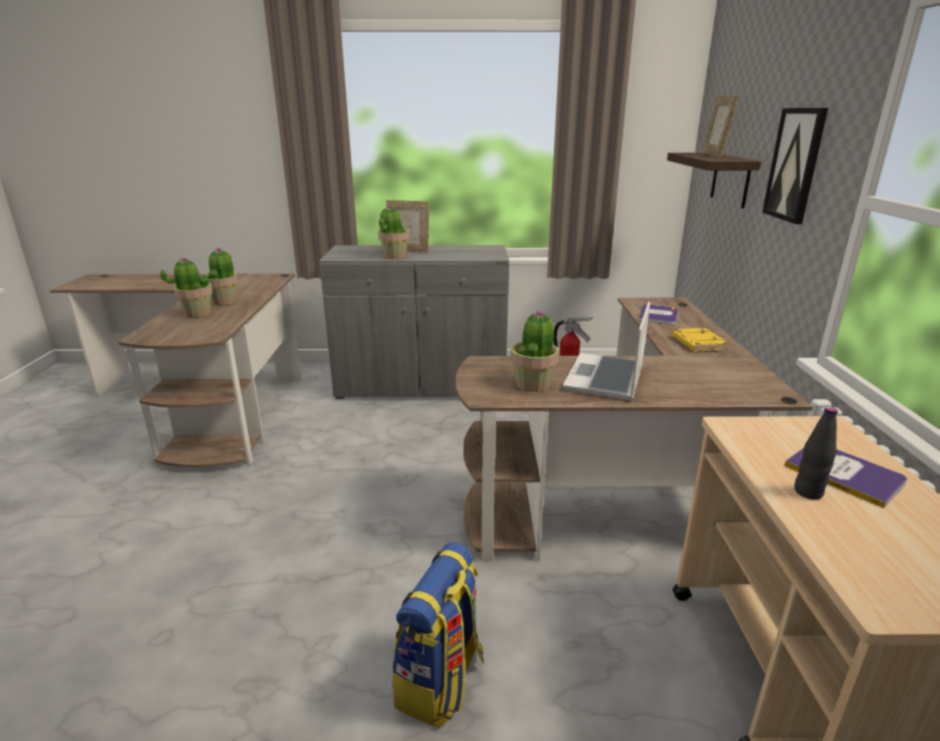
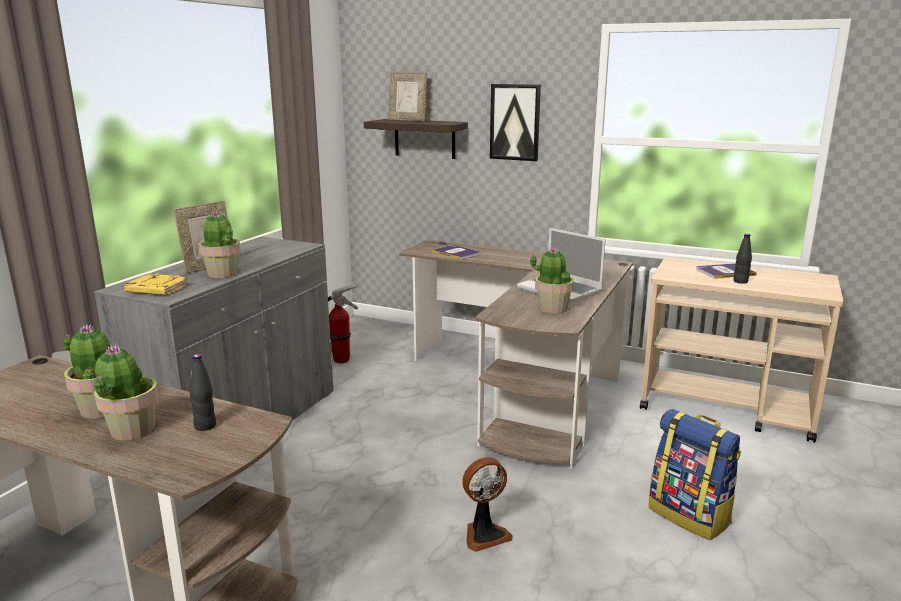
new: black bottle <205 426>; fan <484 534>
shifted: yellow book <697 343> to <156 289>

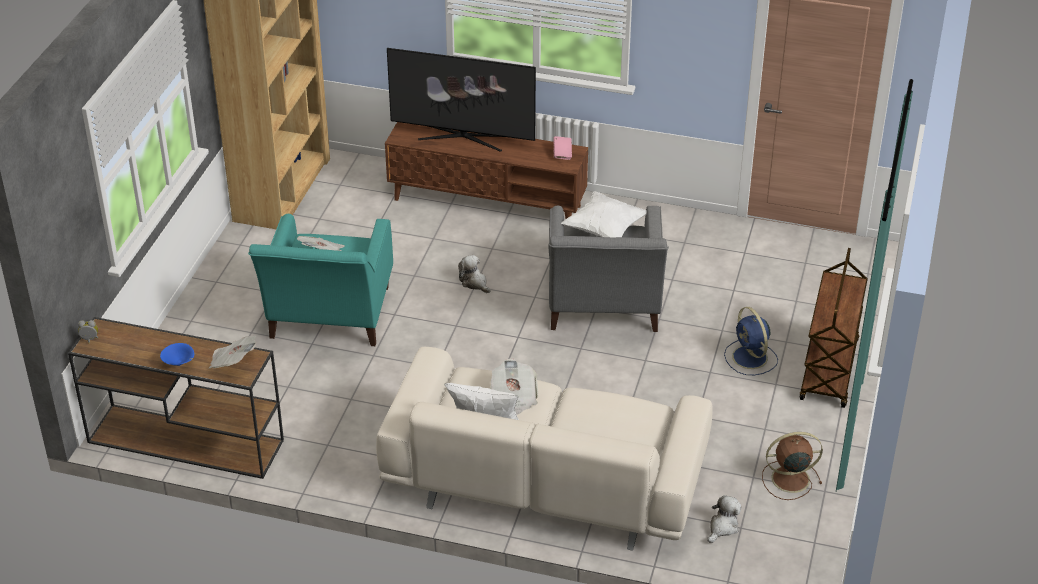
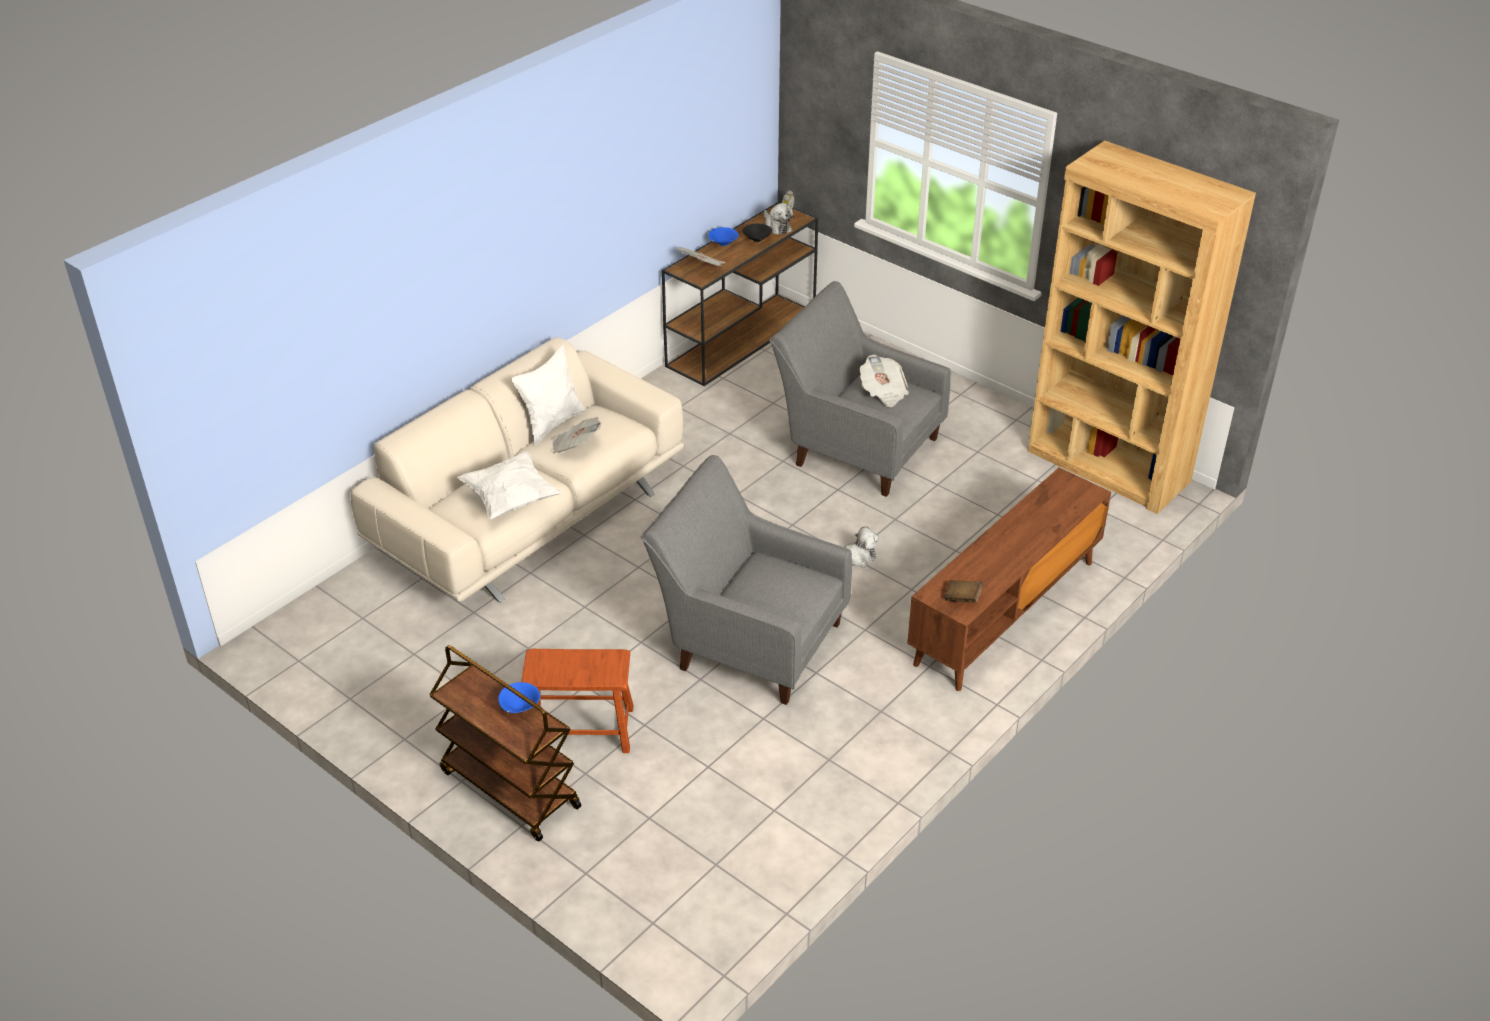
gone: television <462 137>; brown fan <788 479>
new: black bowl <757 241>; blue bowl <519 708>
shifted: white pillow <604 229> to <511 499>; plush toy <722 527> to <777 226>
swapped: blue fan <750 358> to brown stool <581 728>
repainted: pink book <562 153> to brown book <962 598>; turquoise armchair <329 319> to grey armchair <857 447>

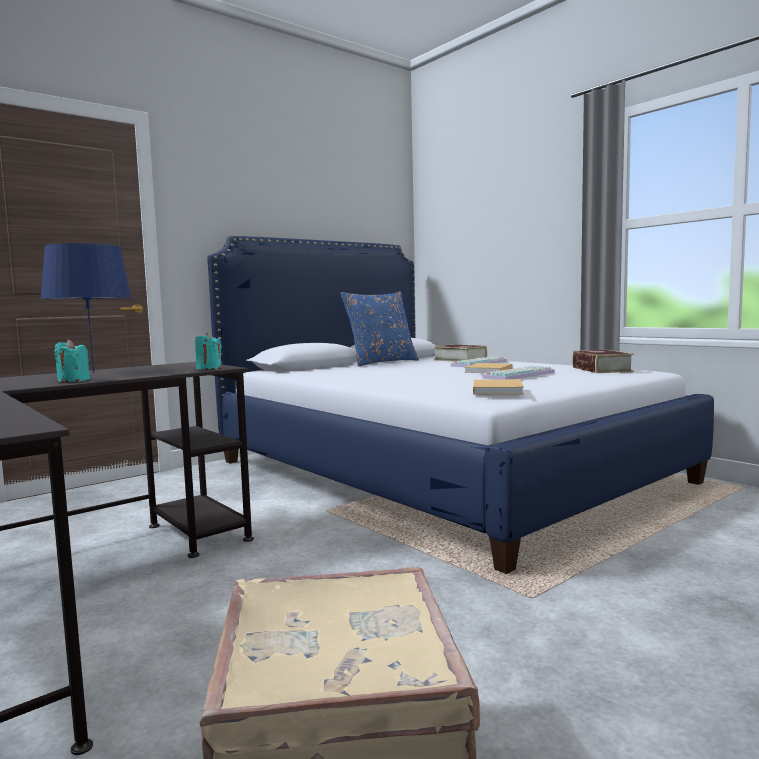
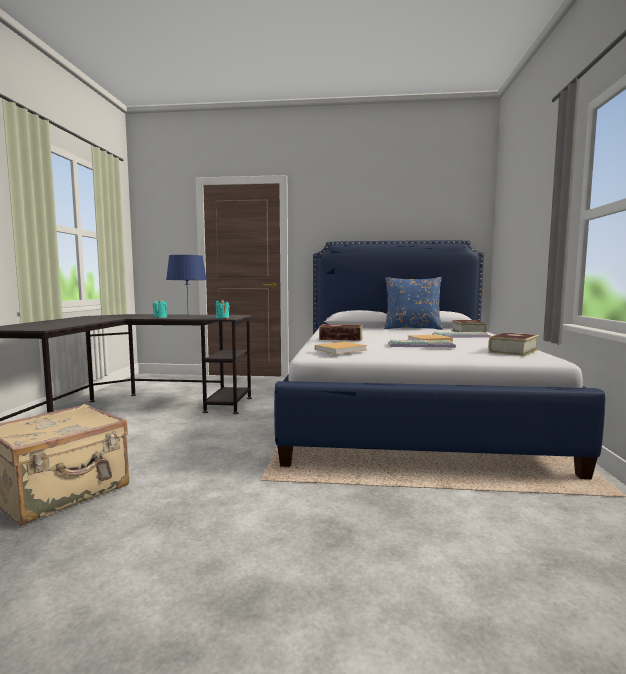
new: book <341 338>

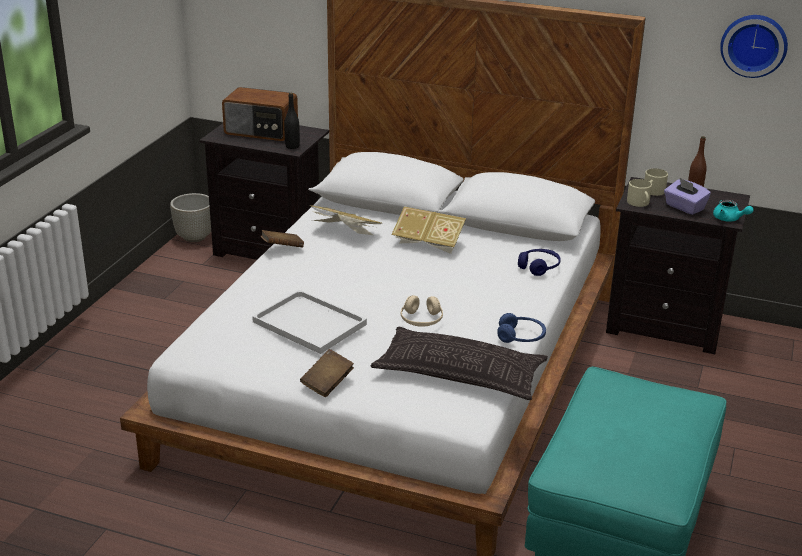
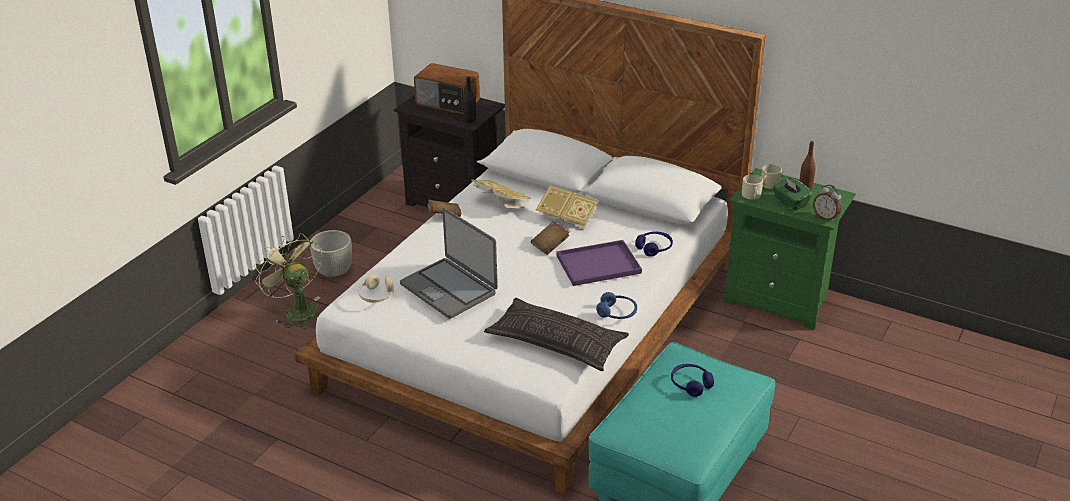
gone: wall clock <754 44>
new: green fan <296 310>; purple tray <597 265>; blue headphones <691 384>
shifted: grey planter <195 237> to <334 272>; beige headphones <421 320> to <377 296>; brown book <327 383> to <550 245>
swapped: turquoise teapot <729 219> to alarm clock <825 217>; white tray <311 323> to laptop <449 288>
repainted: black nightstand <666 325> to green nightstand <780 299>; purple tissue box <684 207> to green tissue box <790 203>

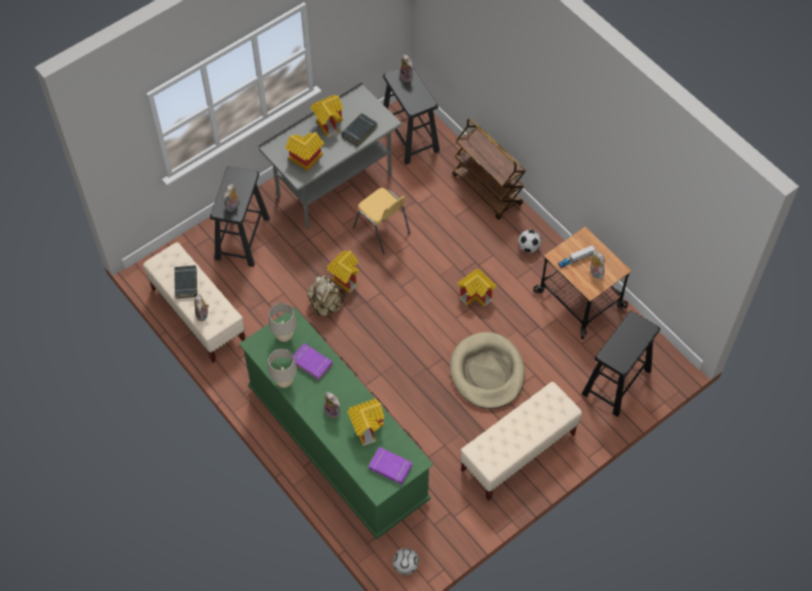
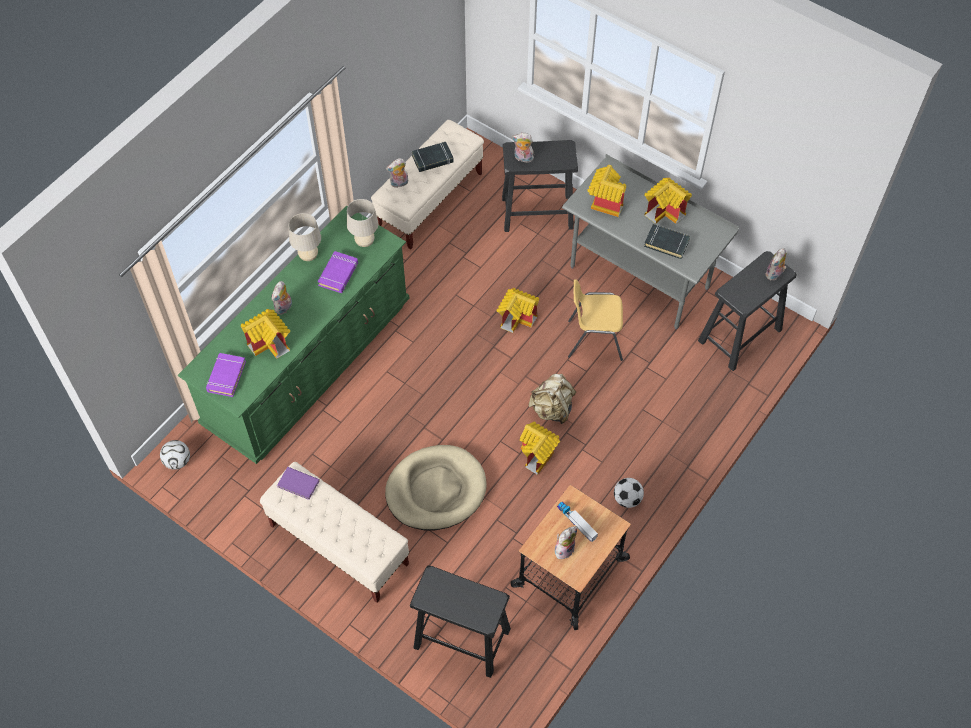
gone: brown cart <487 190>
new: purple book <298 484>
shifted: beige backpack <326 305> to <552 409>
rotated: yellow chair <382 231> = <594 339> 60 degrees clockwise

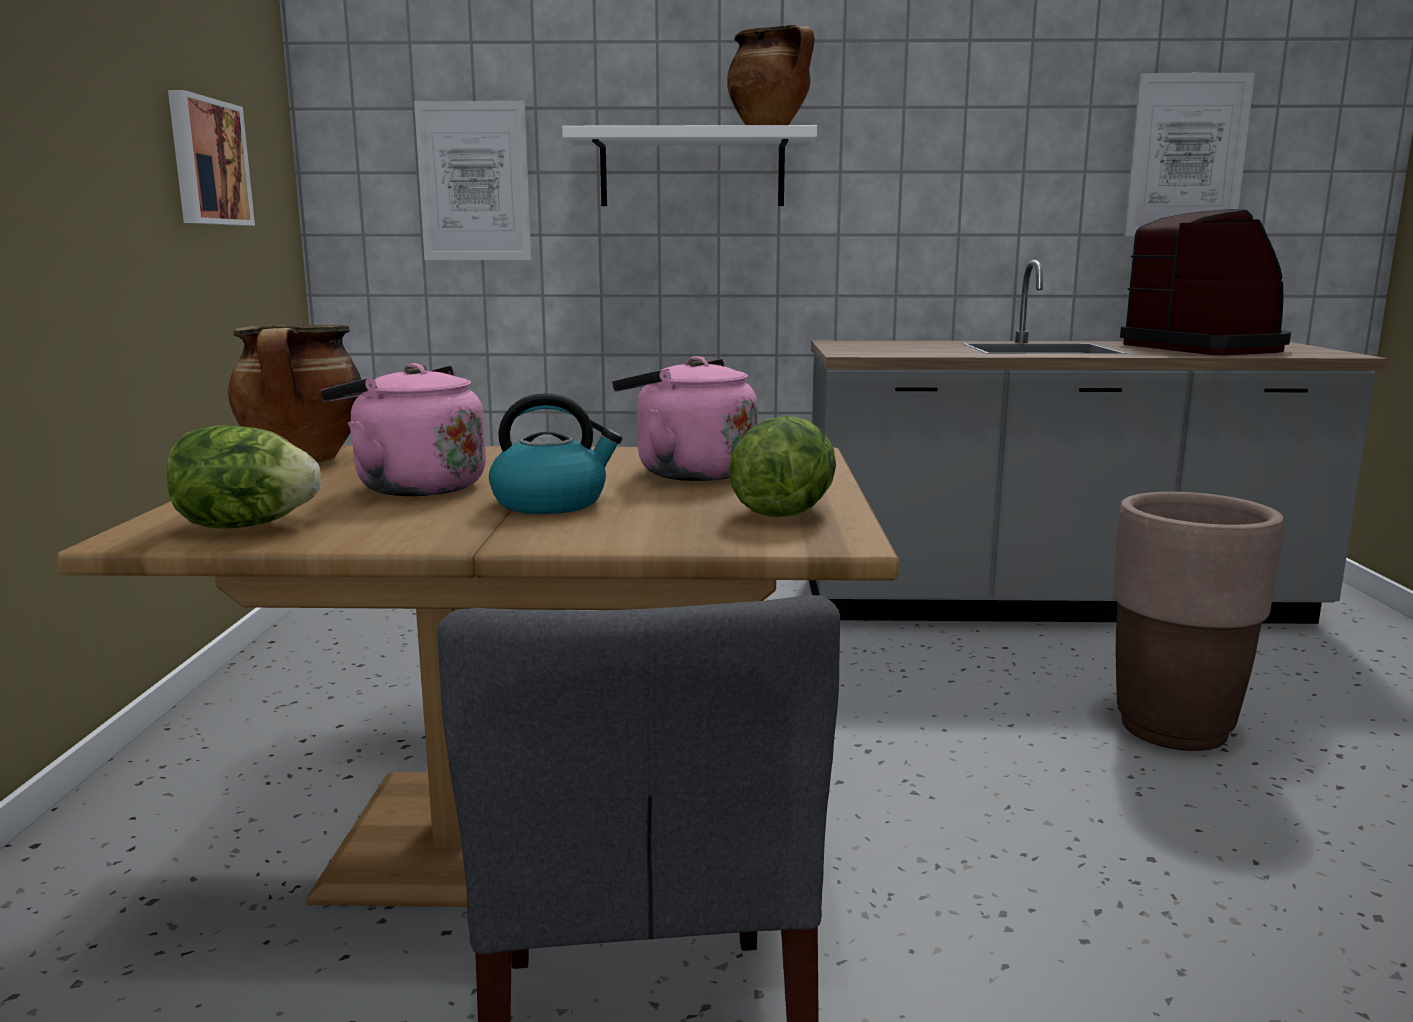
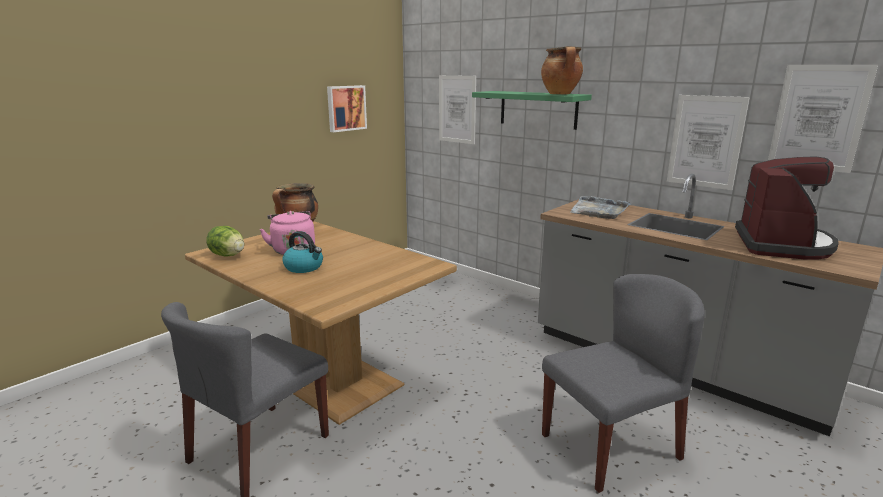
gone: pink kettle <688 473>; lettuce <784 512>
new: picture <705 141>; grey tray <599 210>
swapped: brown planter <1174 729> to grey chair <610 445>
repainted: white shelf <692 170> to green shelf <538 109>

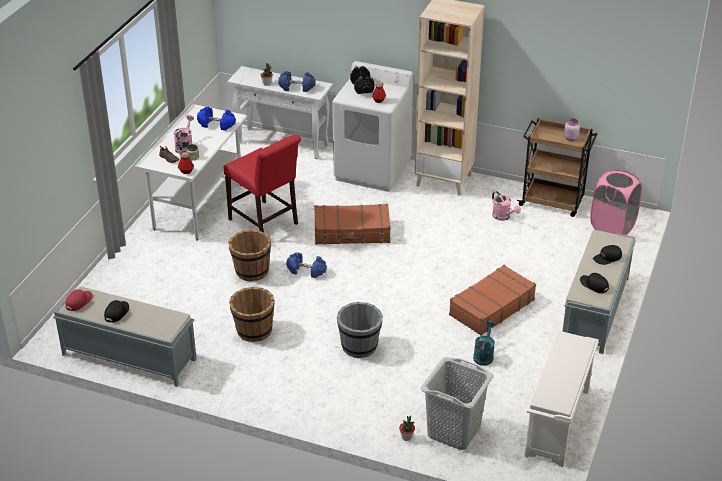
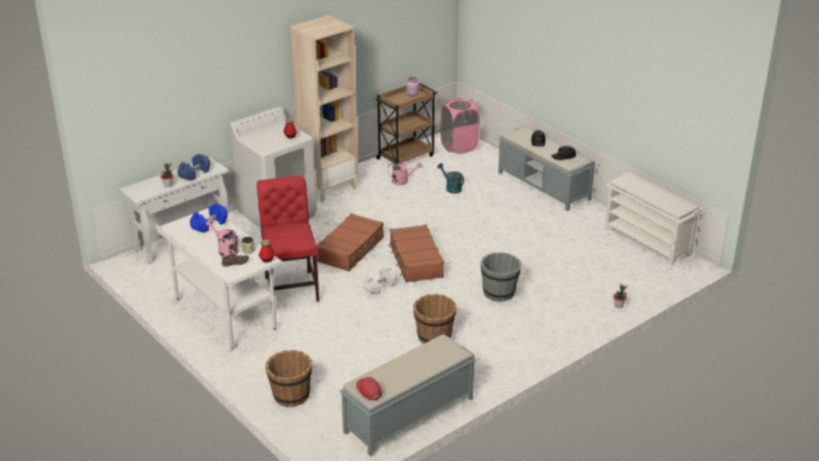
gone: black dumbbell <362 87>; black cap <117 313>; grey laundry basket <453 431>
shifted: brown bucket <251 271> to <291 396>; brown suitcase <491 307> to <415 261>; turquoise watering can <484 355> to <451 188>
repainted: blue dumbbell <306 271> to white dumbbell <379 287>
rotated: red chair <265 223> = <291 286> 90 degrees counterclockwise

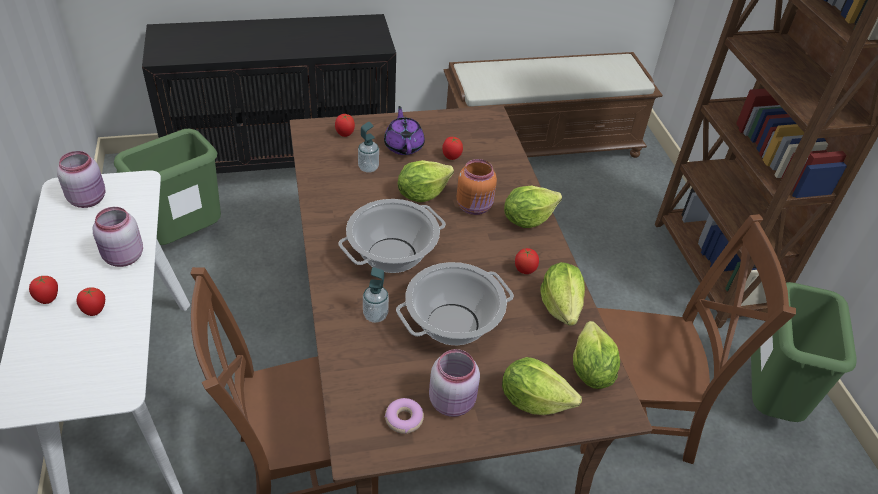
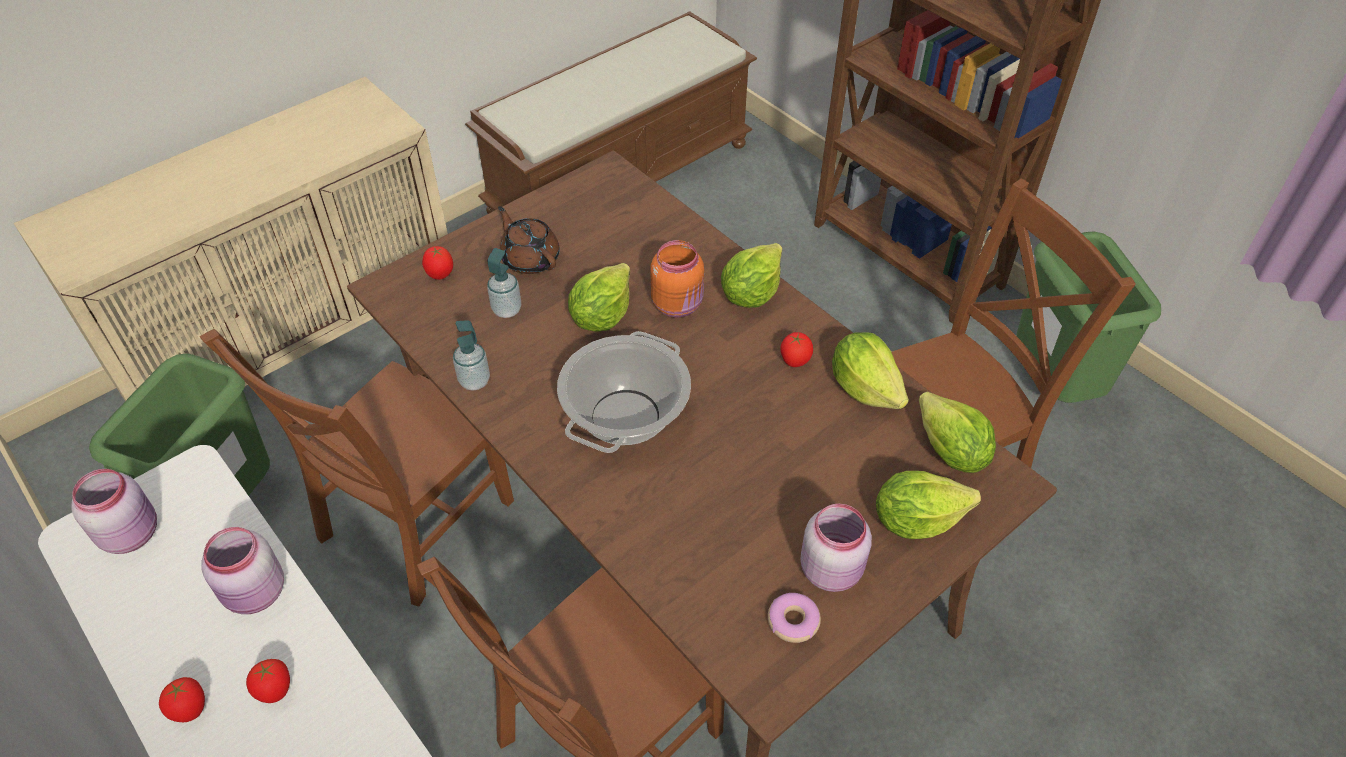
gone: tomato <451 157>; cooking pot <453 324>
new: brown chair <410 525>
shifted: soap dispenser <375 315> to <474 381>
repainted: black cabinet <284 164> to beige cabinet <298 342>; purple teapot <404 145> to brown teapot <530 259>

